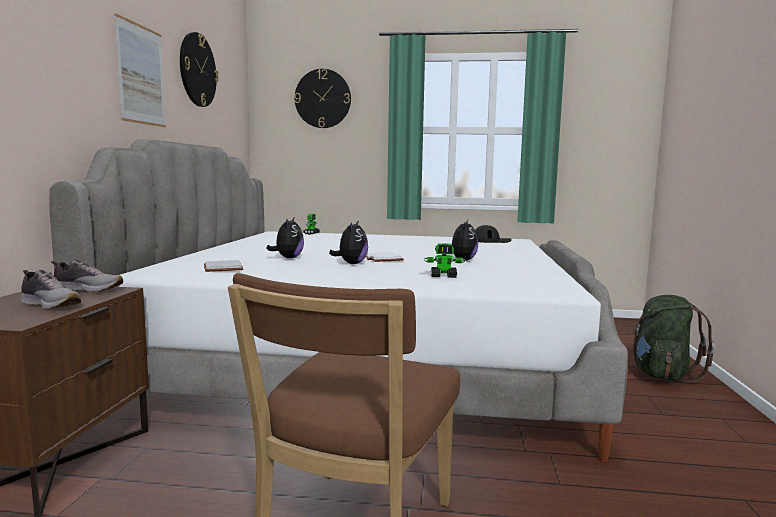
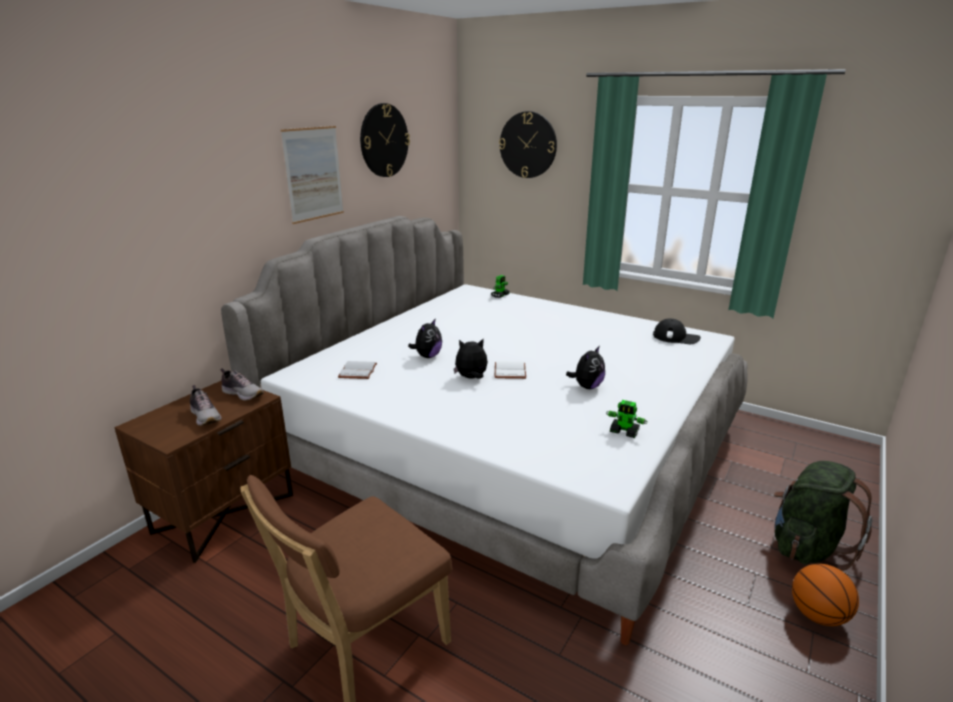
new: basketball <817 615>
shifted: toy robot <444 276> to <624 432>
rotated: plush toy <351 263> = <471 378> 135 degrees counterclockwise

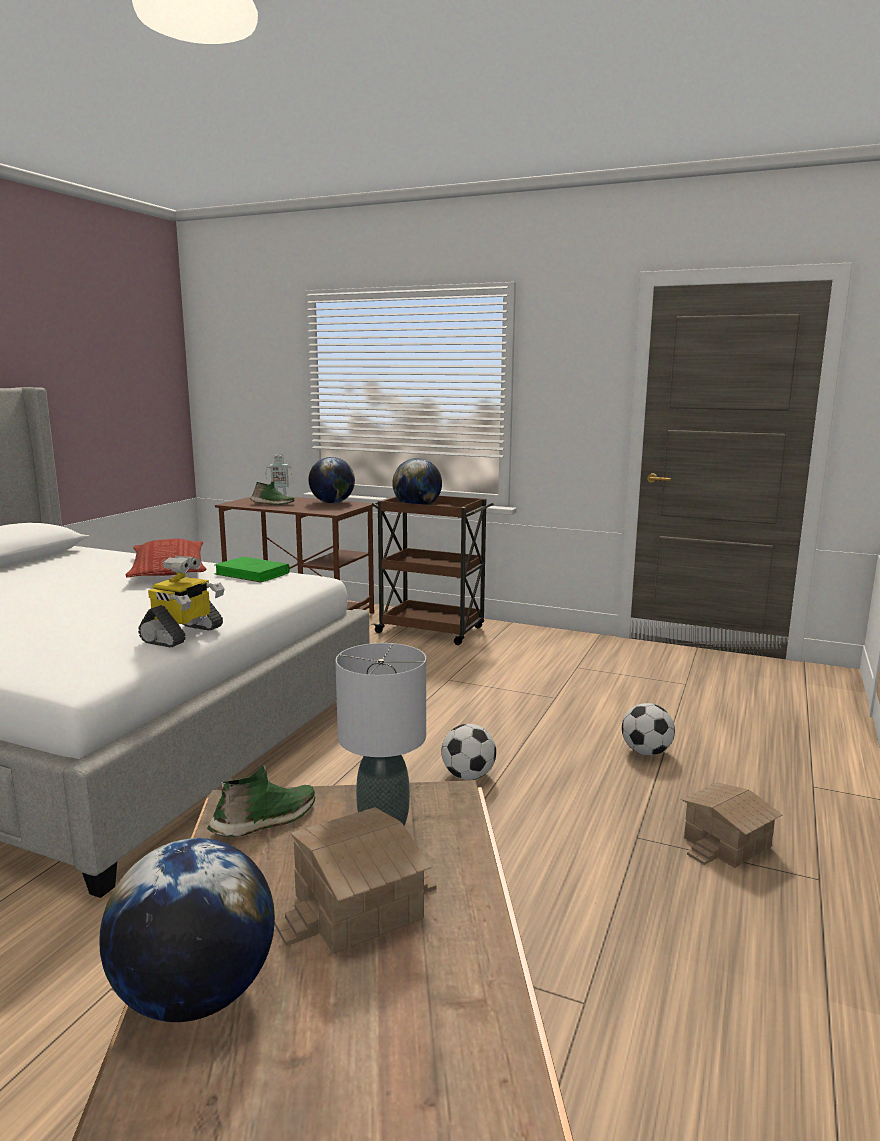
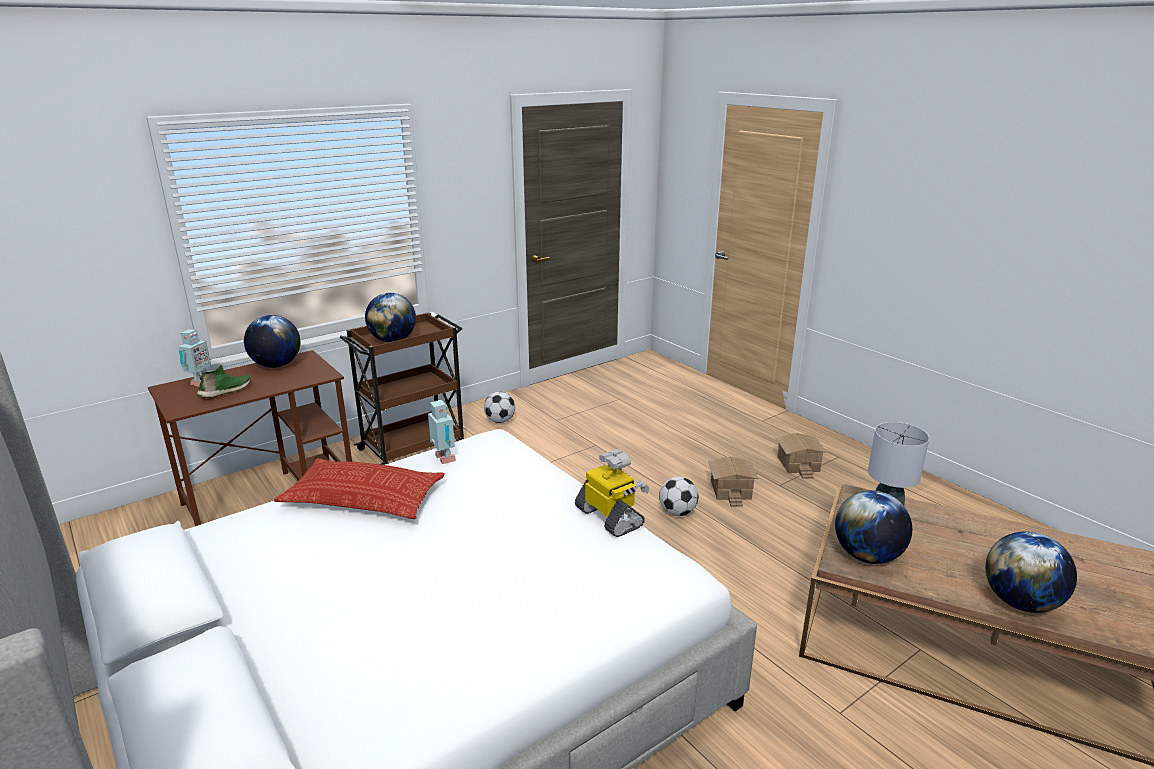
shifted: football <646 752> to <500 421>; toy house <357 905> to <729 490>
swapped: green book <252 574> to toy robot <443 459>; green shoe <266 821> to globe <867 556>

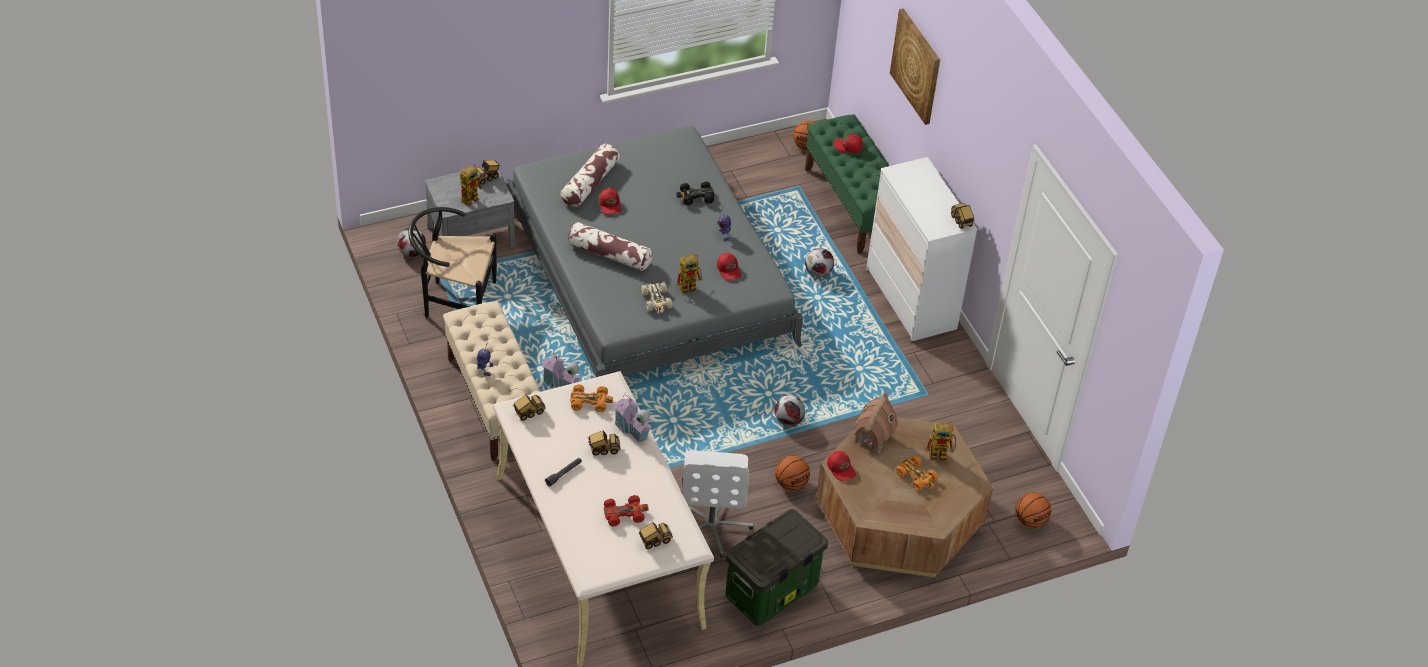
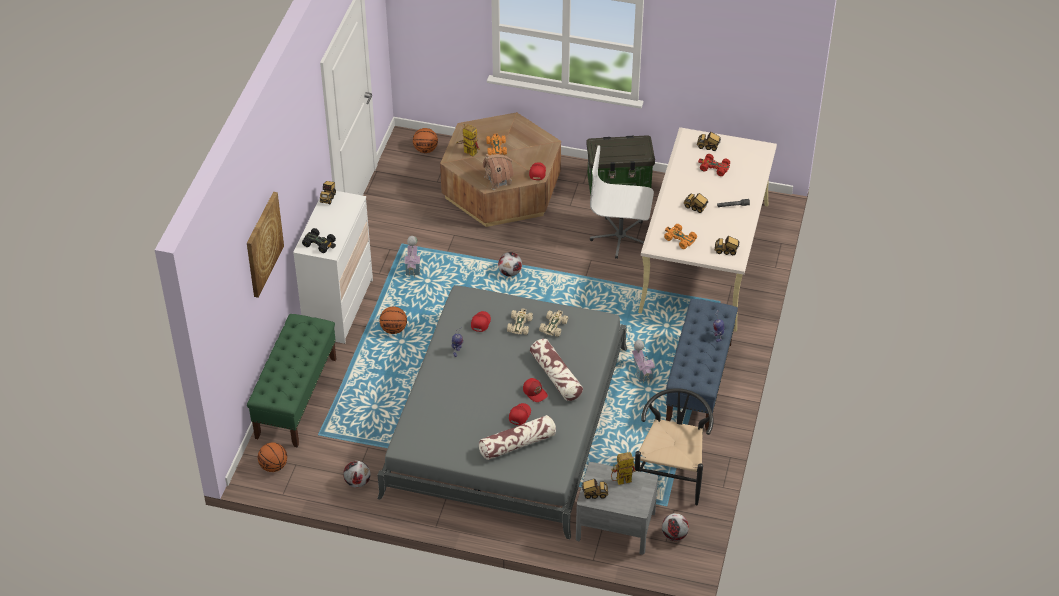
shifted: red cap <848 147> to <535 392>; black toy car <696 197> to <319 243>; football <818 273> to <357 482>; toy house <631 429> to <413 267>; basketball <791 484> to <394 329>
swapped: toy robot <690 286> to beige toy car <519 324>
repainted: beige bench <494 401> to blue bench <699 382>
rotated: black chair <454 302> = <672 474> 120 degrees counterclockwise; white office chair <711 525> = <620 238> 120 degrees counterclockwise

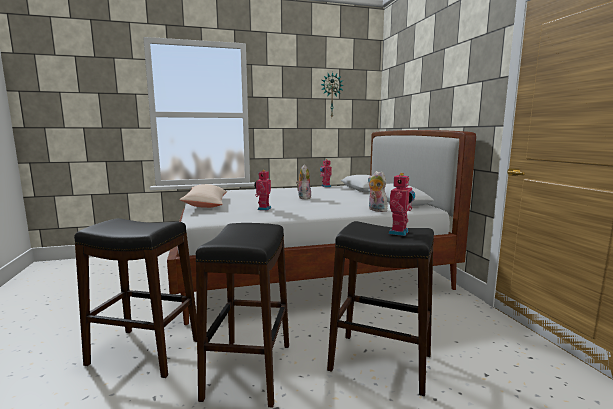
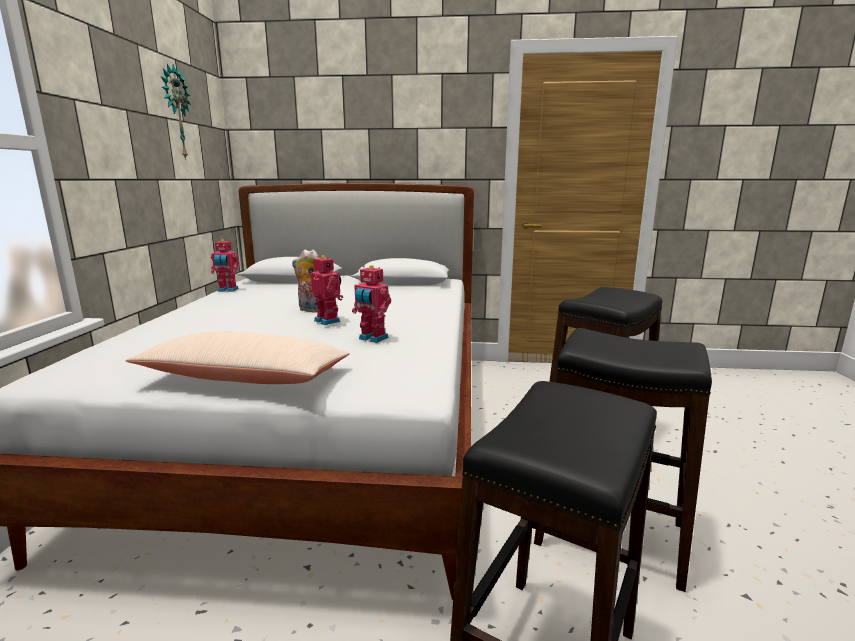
gone: plush toy <376 210>
shifted: toy robot <400 233> to <328 321>

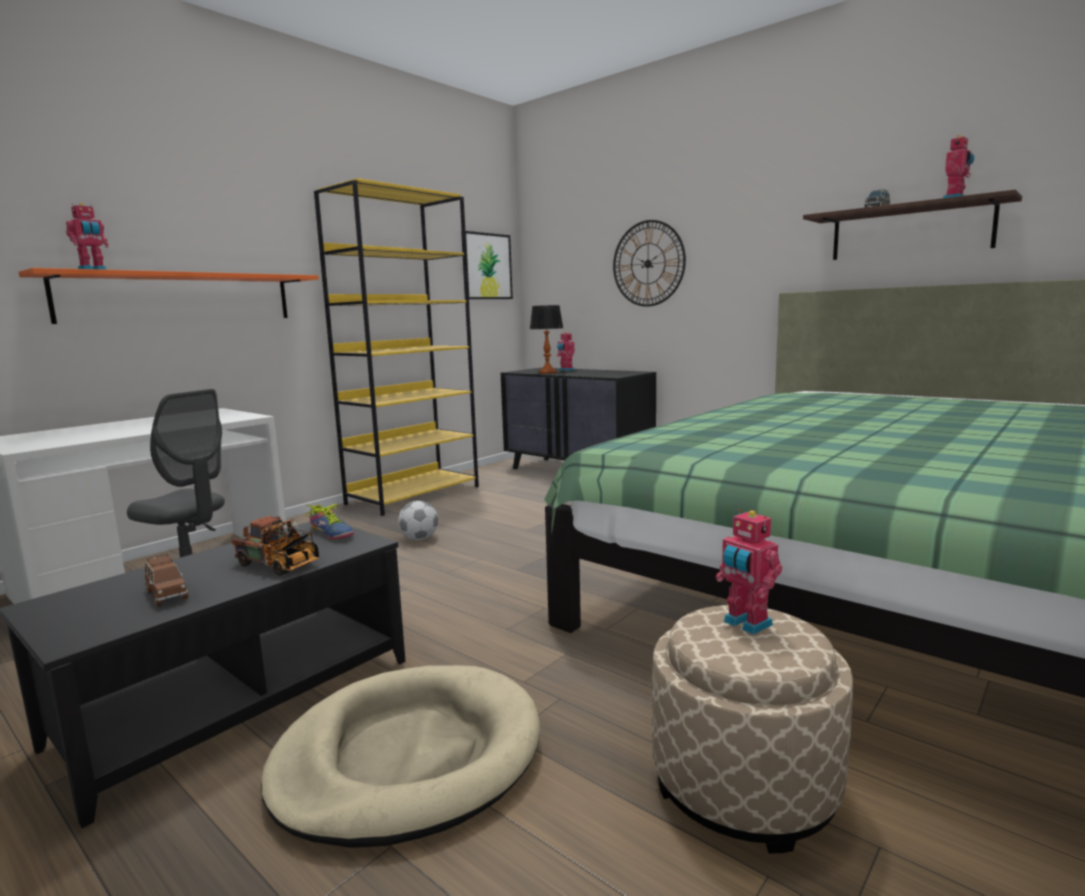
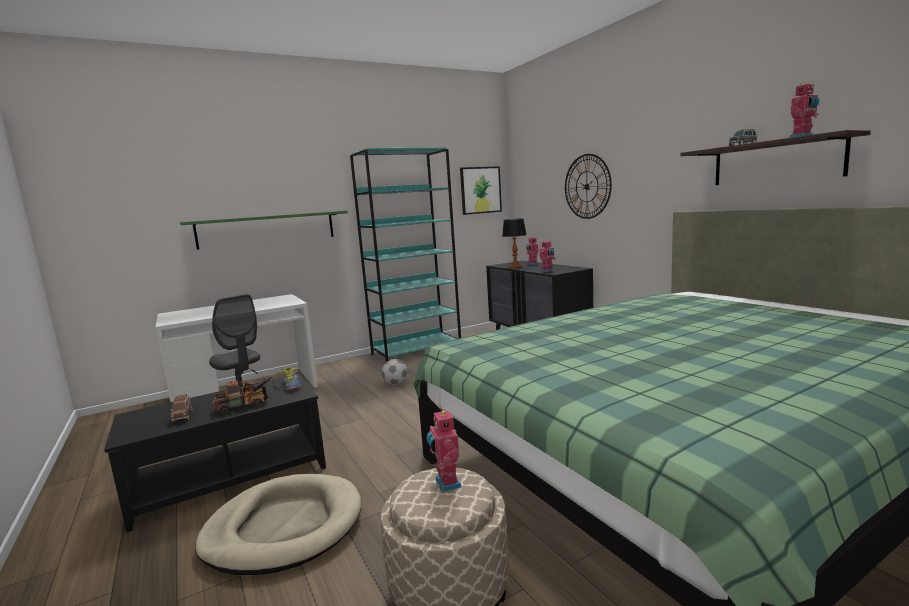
shifted: toy robot <93 270> to <548 271>
repainted: yellow bookcase <414 495> to turquoise bookcase <417 350>; orange shelf <180 297> to green shelf <267 229>
rotated: toy truck <281 566> = <246 405> 75 degrees counterclockwise

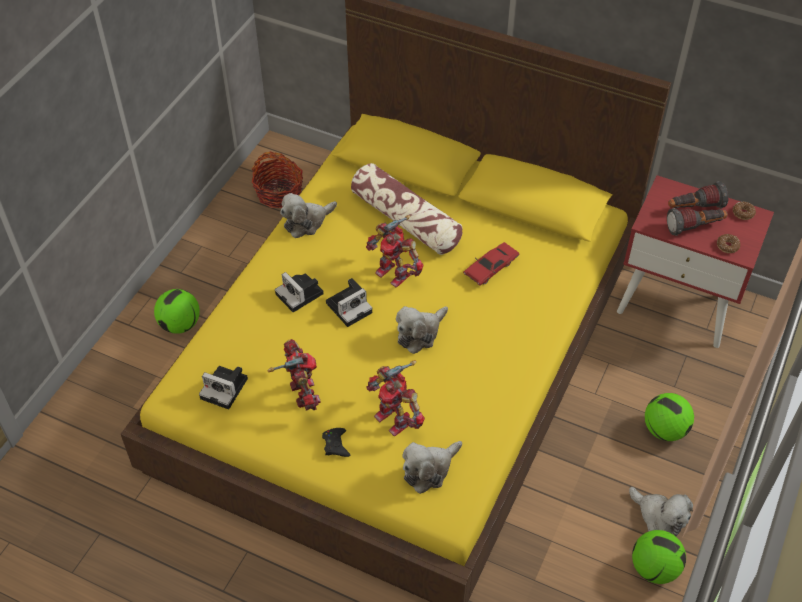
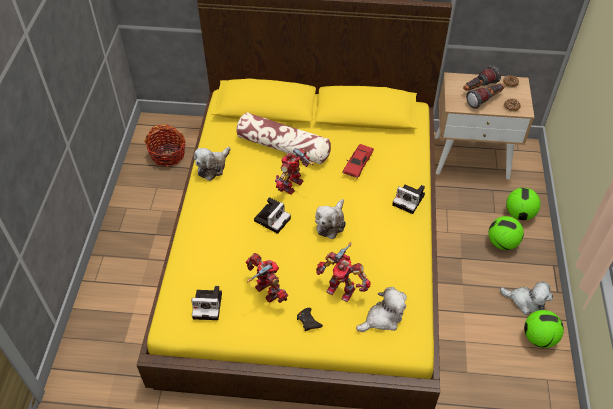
shifted: photo camera <301 295> to <409 200>; football <180 324> to <519 214>
repainted: red nightstand <678 303> to beige nightstand <472 156>
rotated: toy robot <394 272> = <293 185> 105 degrees clockwise; plush toy <429 470> = <383 318> 150 degrees counterclockwise

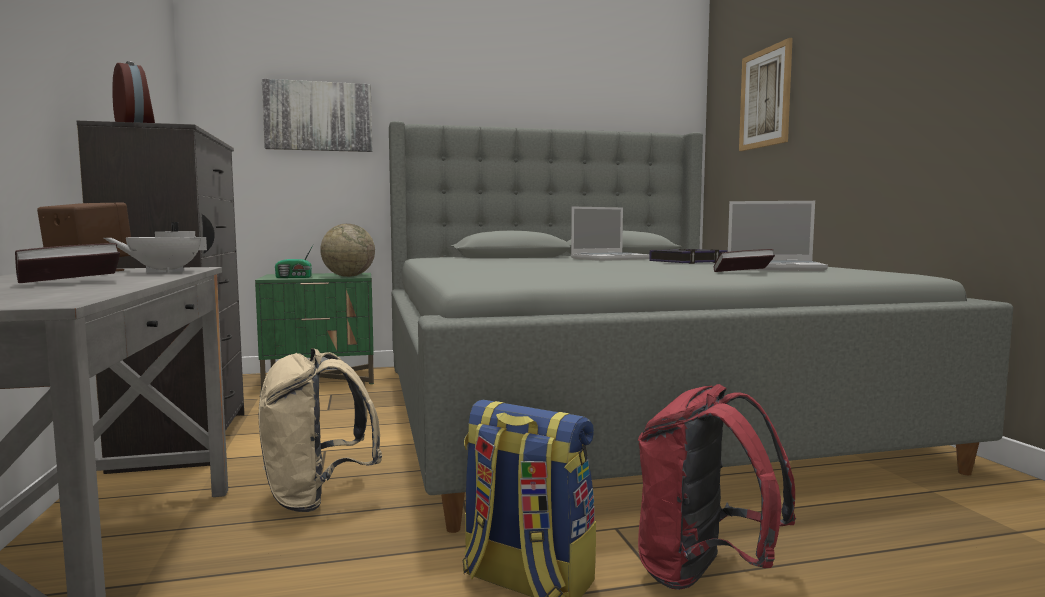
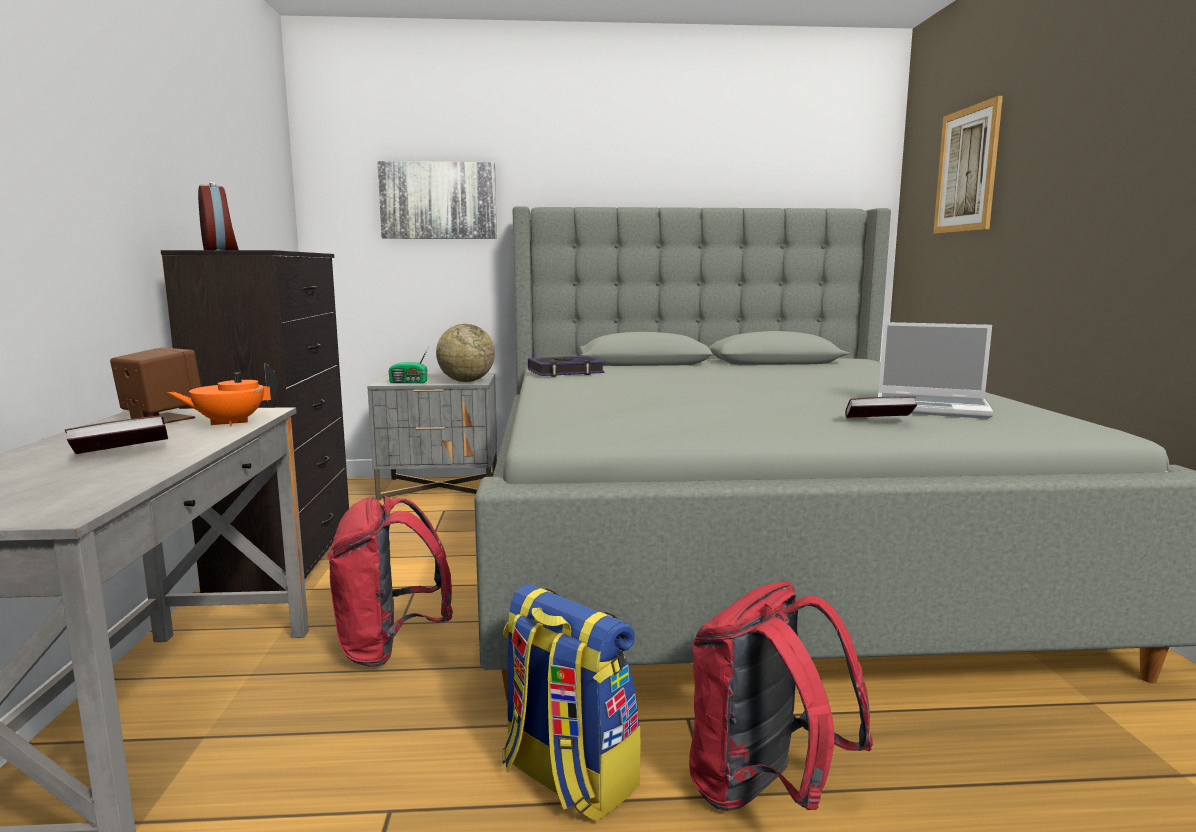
gone: laptop <610 258>
shifted: book <688 262> to <565 372>
repainted: white teapot <164 271> to orange teapot <229 423>; green nightstand <321 378> to grey nightstand <440 488>; beige backpack <316 498> to red backpack <390 647>

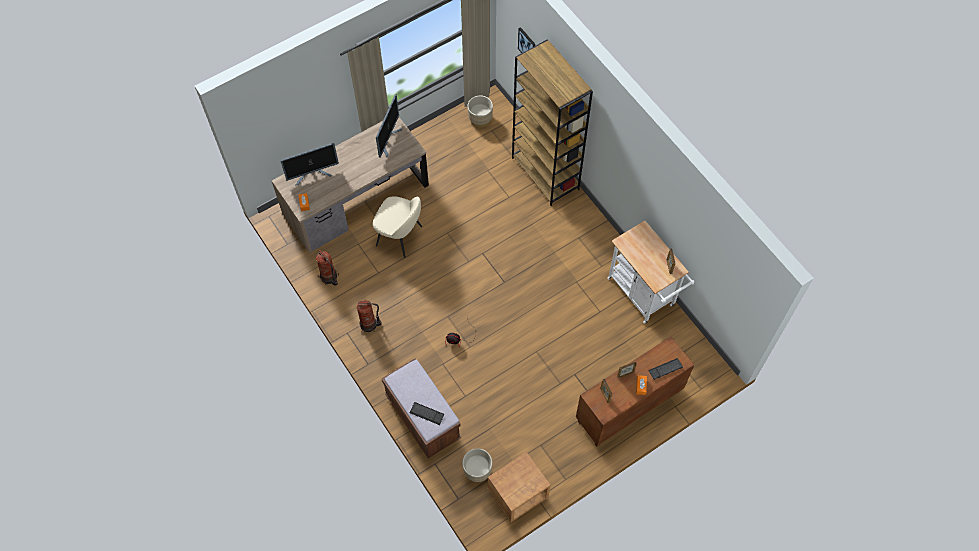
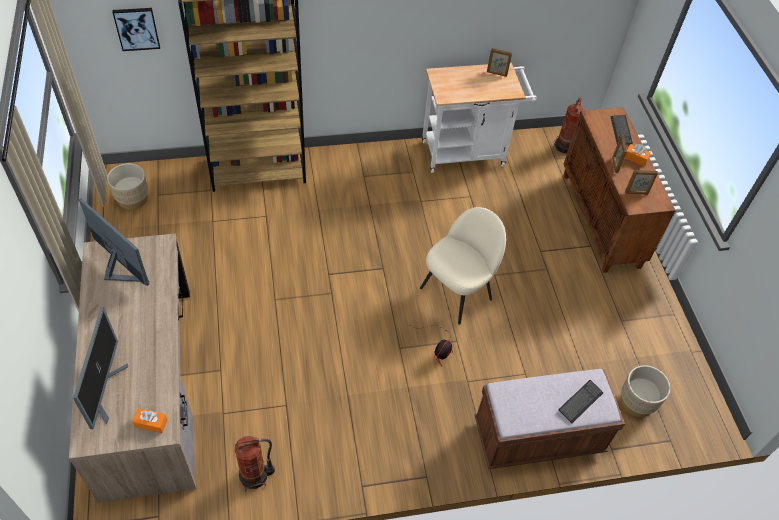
gone: brown nightstand <517 494>
shifted: beige chair <400 236> to <457 292>; fire extinguisher <369 324> to <565 146>

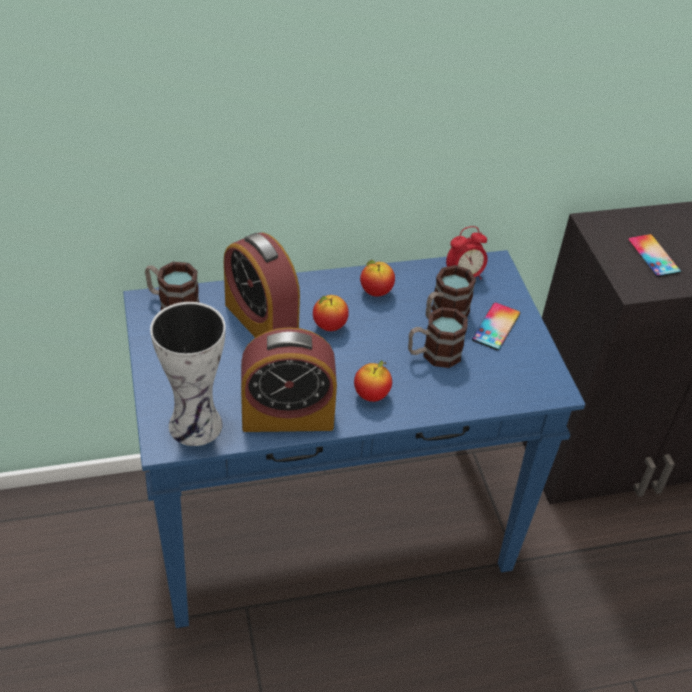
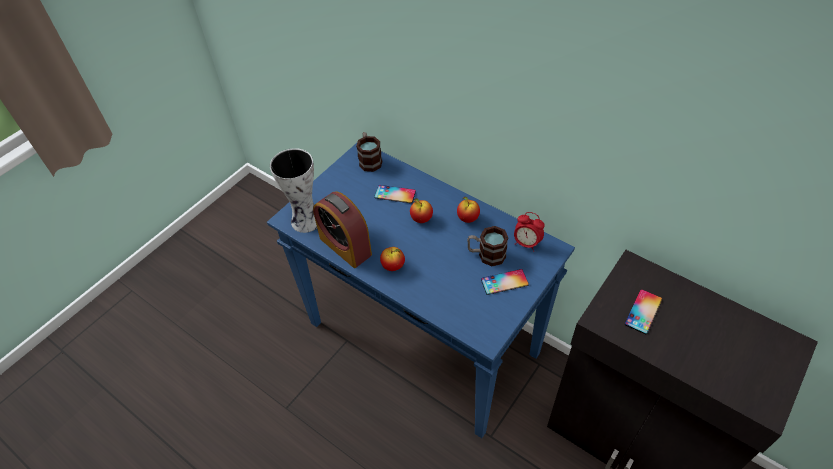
gone: mug <433 354>
swapped: alarm clock <261 321> to phone <395 194>

